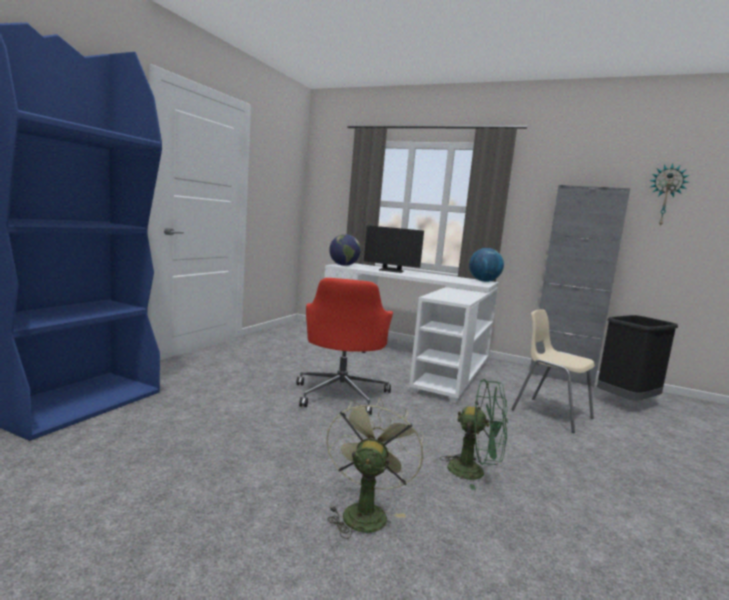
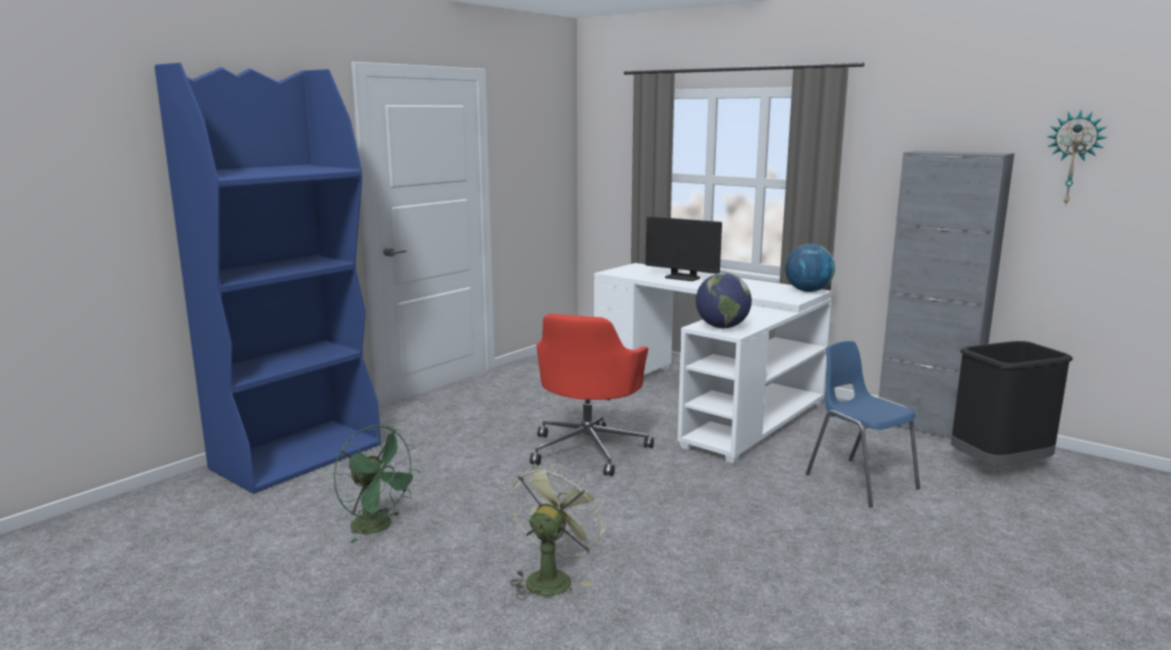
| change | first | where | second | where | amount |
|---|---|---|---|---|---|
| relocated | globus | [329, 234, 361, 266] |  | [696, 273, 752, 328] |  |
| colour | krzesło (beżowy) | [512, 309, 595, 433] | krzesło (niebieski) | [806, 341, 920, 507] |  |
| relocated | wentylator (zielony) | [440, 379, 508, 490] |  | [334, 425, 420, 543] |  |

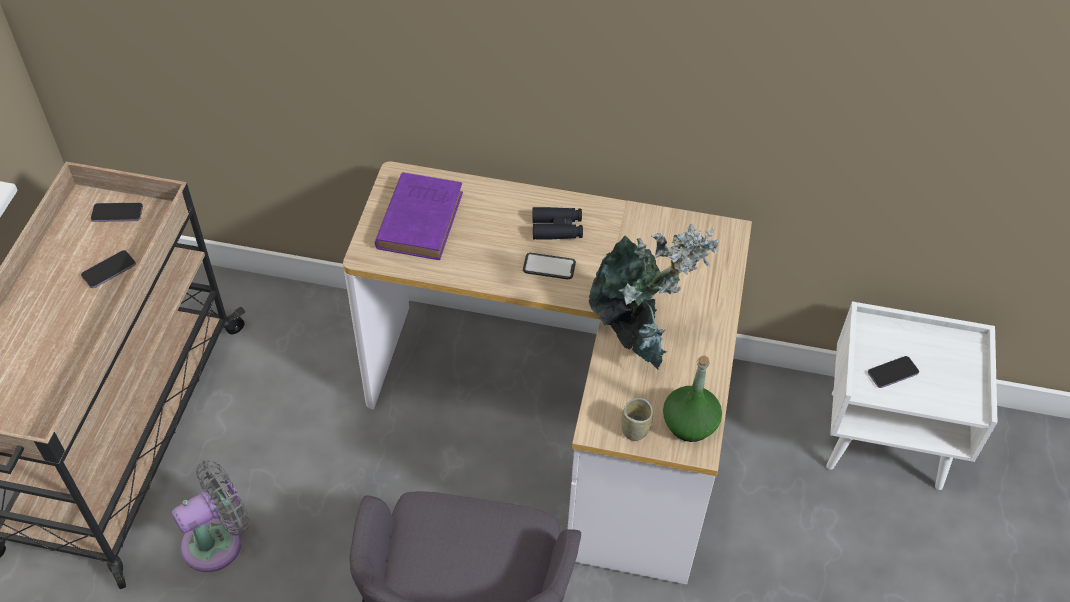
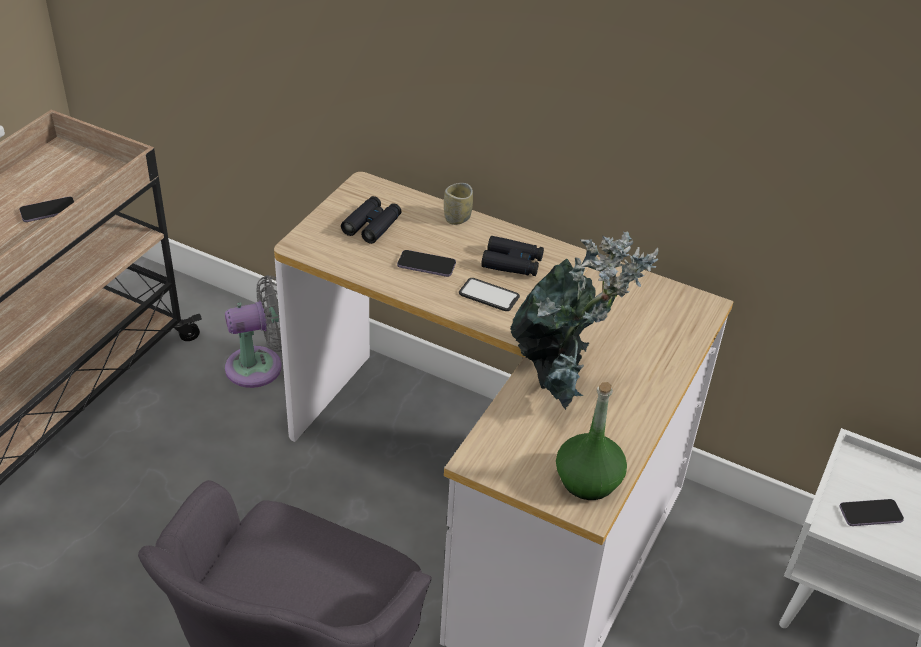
| change | first | where | second | where | amount |
|---|---|---|---|---|---|
| exchanged | książka (fioletowy) | [375, 172, 463, 260] | lornetka (czarny) | [341, 196, 401, 244] |  |
| relocated | telefon | [91, 203, 143, 222] |  | [397, 250, 456, 277] |  |
| relocated | filiżanka | [621, 398, 653, 441] |  | [444, 183, 473, 225] |  |
| relocated | wentylator (szary) | [171, 459, 250, 572] |  | [225, 275, 282, 388] |  |

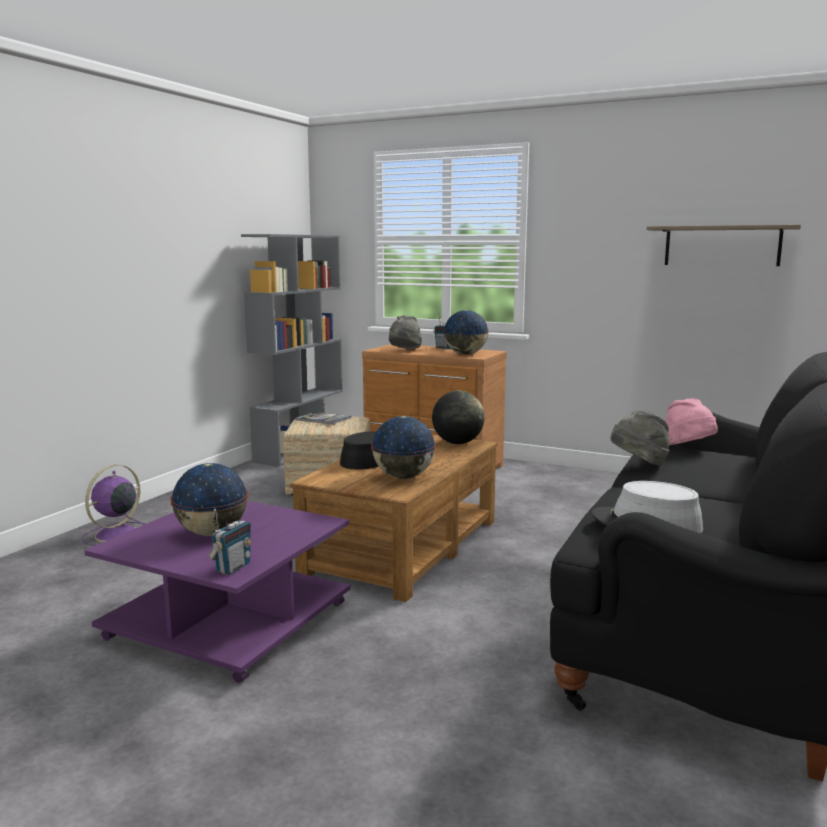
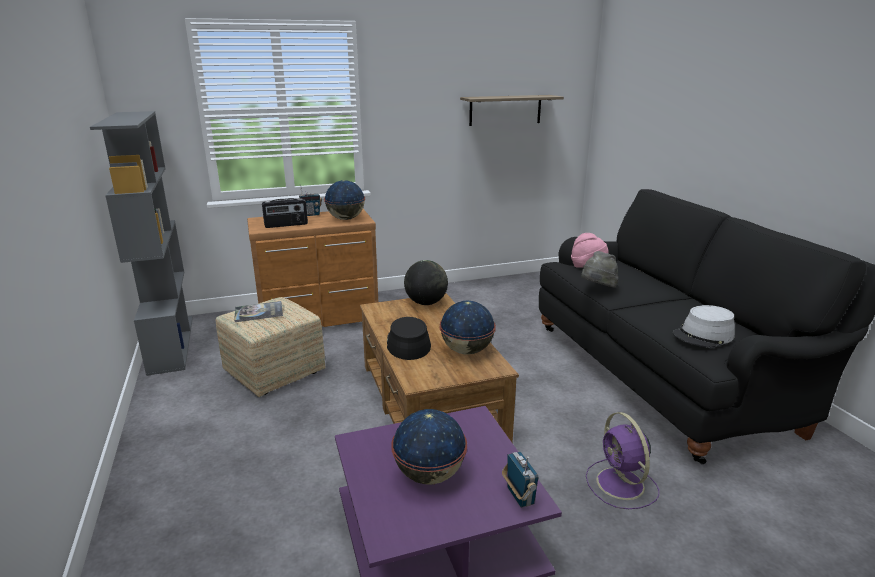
| change | first | where | second | where | amount |
|---|---|---|---|---|---|
| exchanged | kapelusz (szary) | [389, 315, 422, 349] | radio | [262, 198, 308, 228] |  |
| relocated | wentylator (fioletowy) | [82, 464, 145, 546] |  | [586, 412, 659, 509] |  |

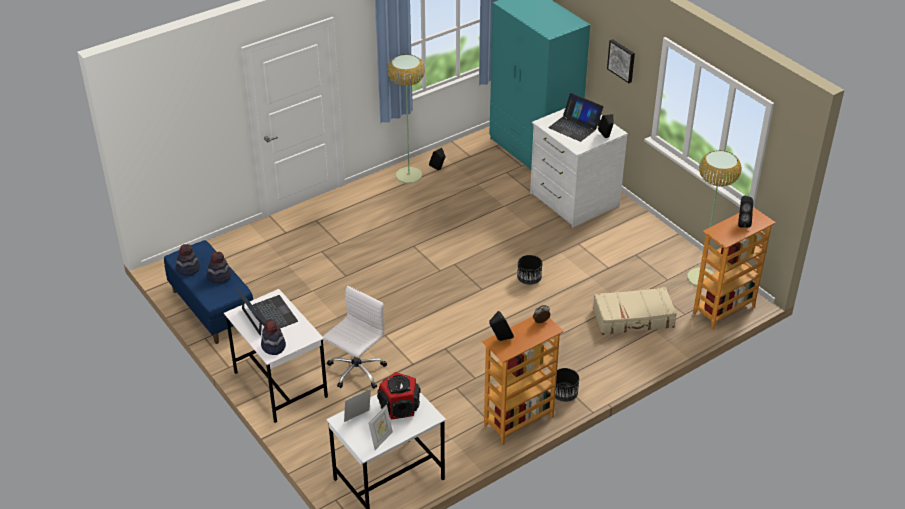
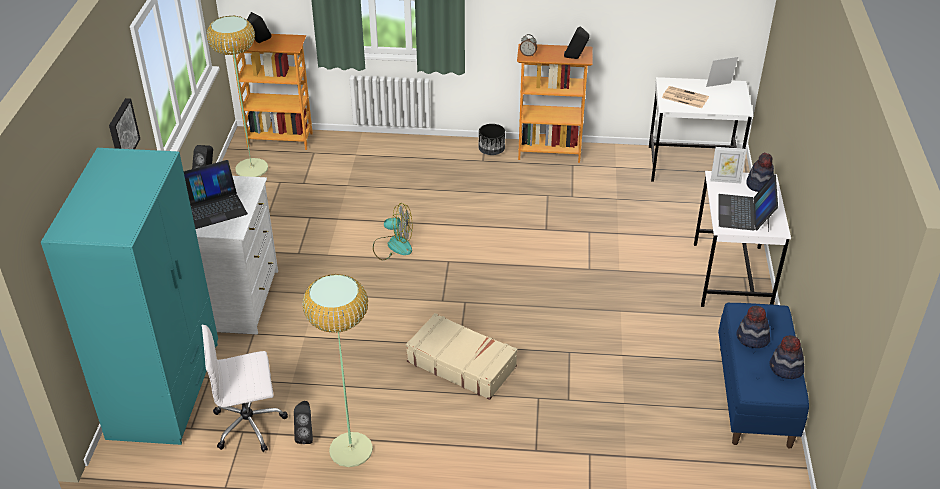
| change | first | where | second | where | amount |
|---|---|---|---|---|---|
| spun | laptop | [548, 93, 603, 142] |  | [184, 160, 248, 229] | 75 degrees clockwise |
| exchanged | donica (czarny) | [517, 255, 542, 285] | wentylator | [373, 203, 412, 260] |  |
| relocated | krzesło biurowe (biały) | [323, 286, 387, 389] |  | [202, 325, 288, 452] |  |
| relocated | walizka (beżowy) | [593, 287, 677, 335] |  | [406, 313, 518, 400] |  |
| exchanged | głośnik | [377, 372, 420, 420] | gazeta | [662, 86, 709, 108] |  |
| relocated | ramka na zdjęcie | [344, 389, 371, 422] |  | [710, 147, 747, 183] |  |

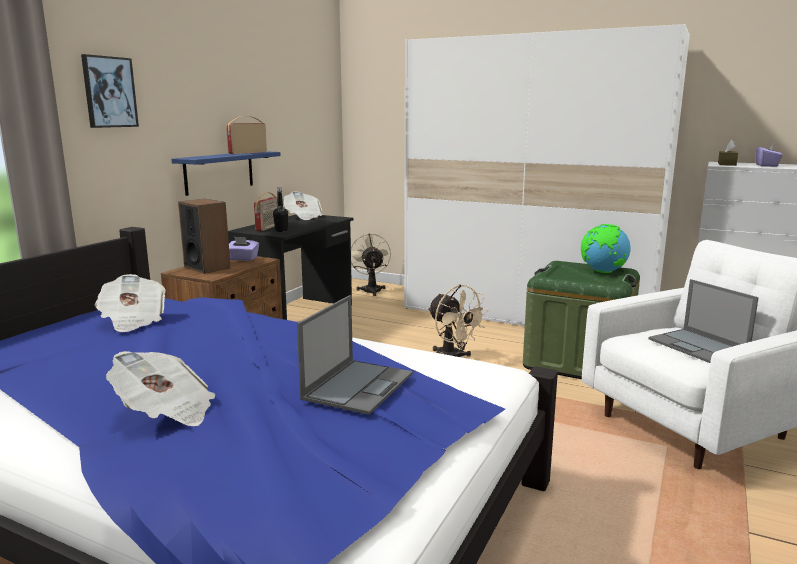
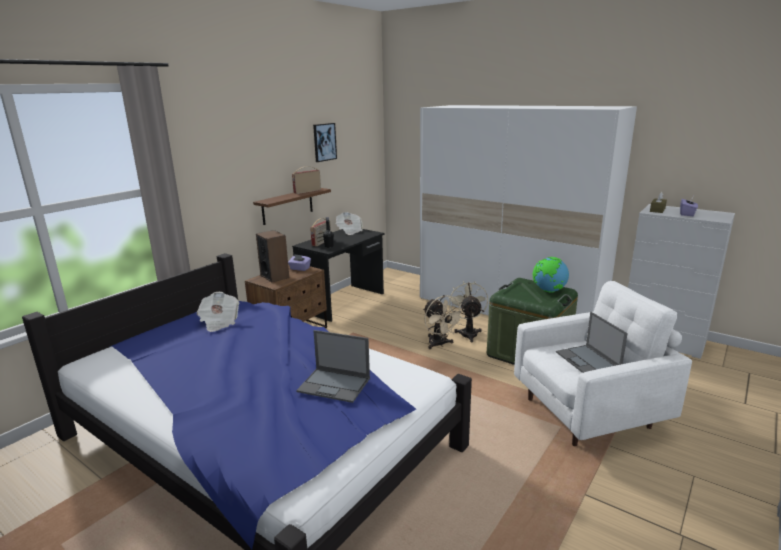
| change | first | where | second | where | amount |
|---|---|---|---|---|---|
| relocated | obraz | [81, 54, 139, 128] |  | [313, 123, 337, 162] |  |
| colour | półka (niebieski) | [171, 151, 281, 196] | półka (brązowy) | [253, 188, 331, 225] |  |
| relocated | wentylator (beżowy) | [351, 233, 391, 296] |  | [448, 281, 488, 342] |  |
| spun | laptop | [297, 295, 413, 415] |  | [296, 330, 370, 403] | 75 degrees clockwise |
| missing | gazeta | [106, 351, 215, 426] |  |  |  |

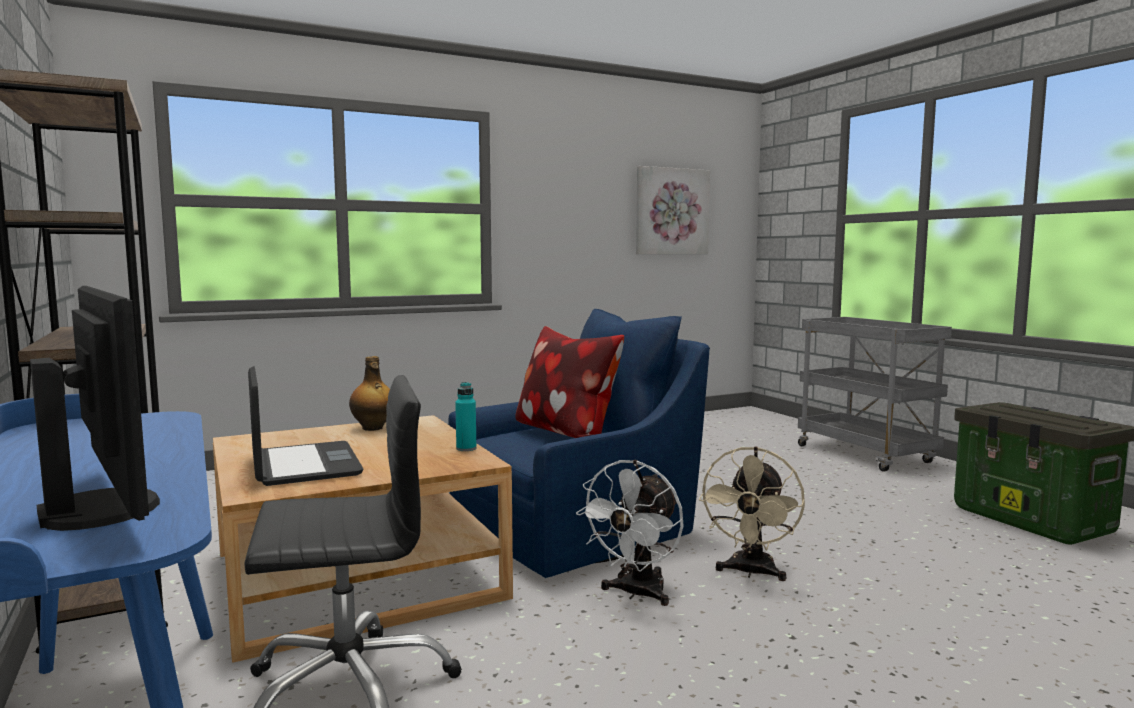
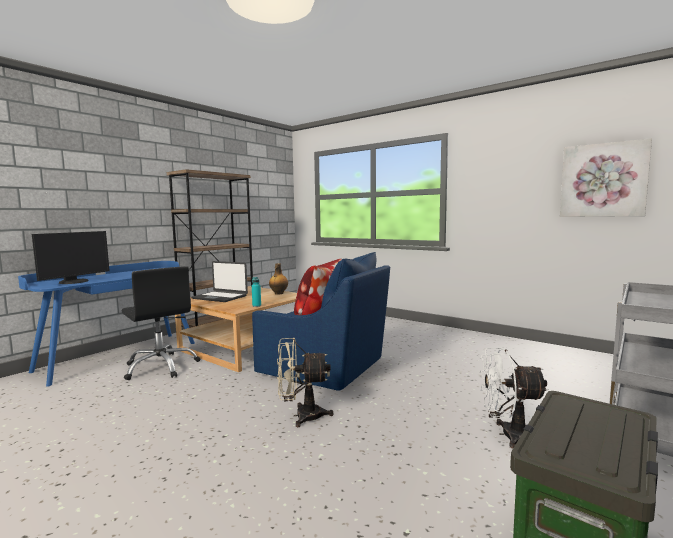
| change | first | where | second | where | amount |
|---|---|---|---|---|---|
| spun | laptop | [248, 366, 363, 486] |  | [191, 261, 248, 302] | 75 degrees clockwise |
| relocated | wentylator (biały) | [576, 460, 683, 606] |  | [479, 348, 549, 449] |  |

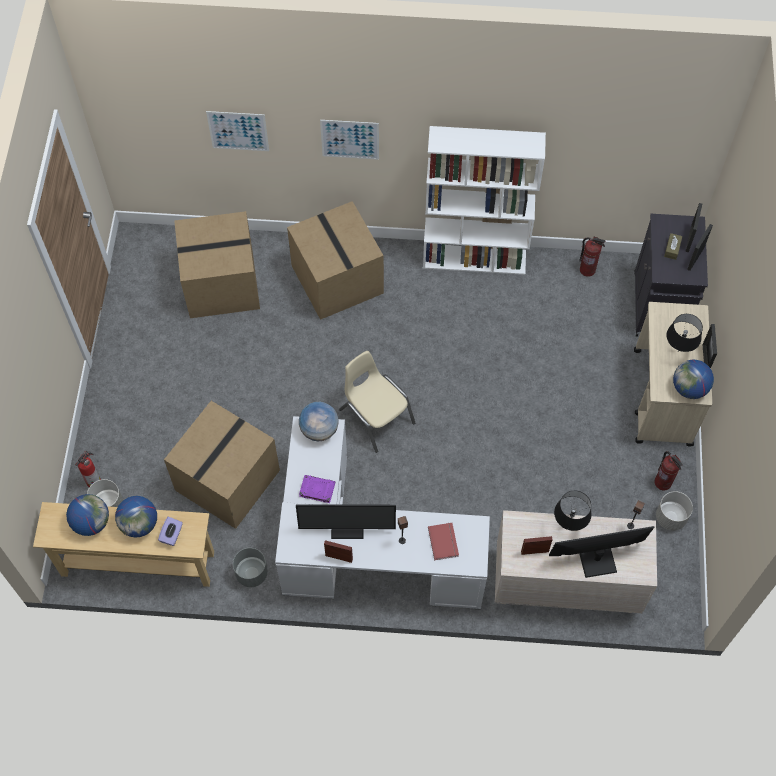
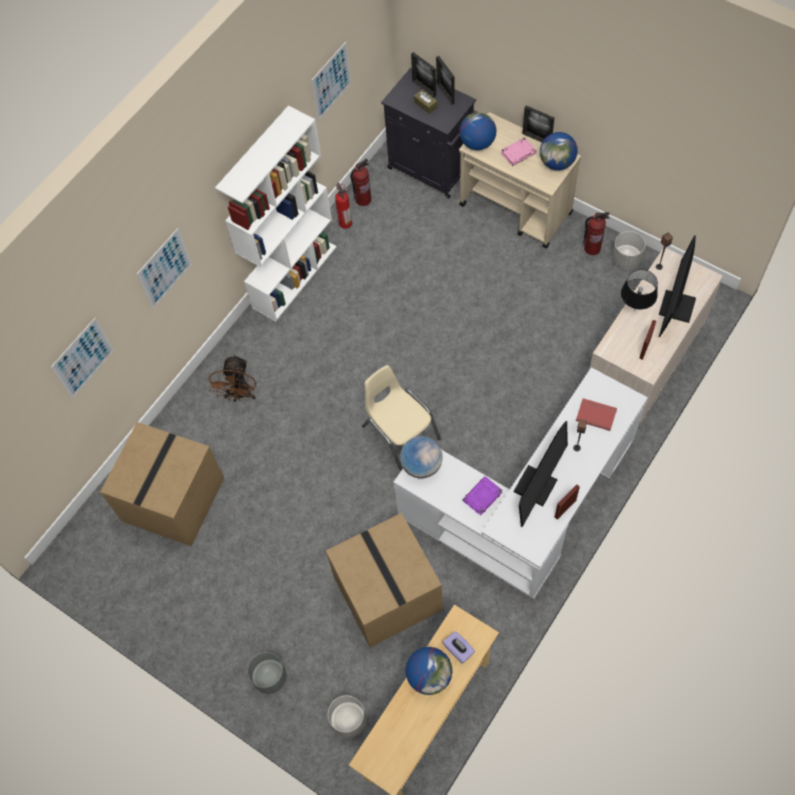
| change | first | where | second | where | amount |
|---|---|---|---|---|---|
| exchanged | karton | [287, 201, 384, 320] | wentylator (brązowy) | [209, 354, 256, 402] |  |
| exchanged | lampa stołowa (czarny) | [666, 314, 703, 352] | książka (różowy) | [501, 137, 536, 166] |  |
| spun | krzesło (beżowy) | [339, 351, 415, 453] |  | [362, 365, 441, 470] | 60 degrees clockwise |
| relocated | gaśnica | [75, 450, 101, 487] |  | [335, 183, 352, 229] |  |
| relocated | globus | [66, 494, 109, 536] |  | [459, 112, 496, 150] |  |
| relocated | donica (szary) | [233, 548, 268, 587] |  | [247, 652, 287, 694] |  |
| appeared |  |  | obraz | [311, 42, 351, 121] |  |

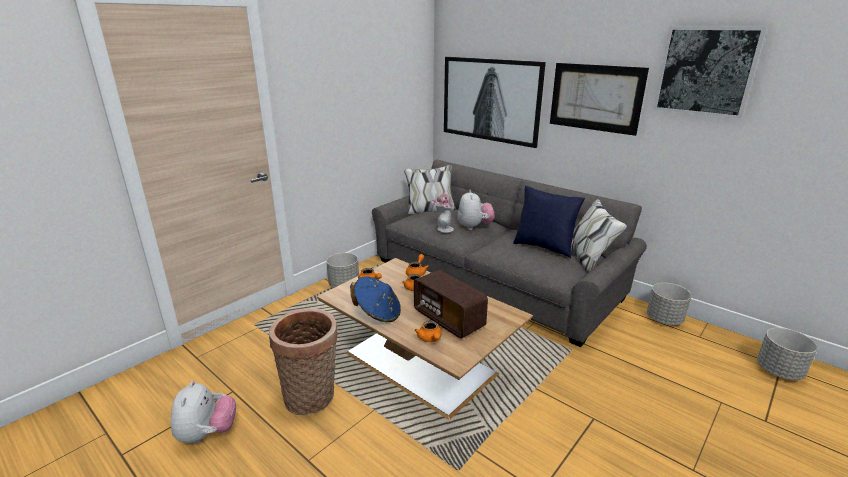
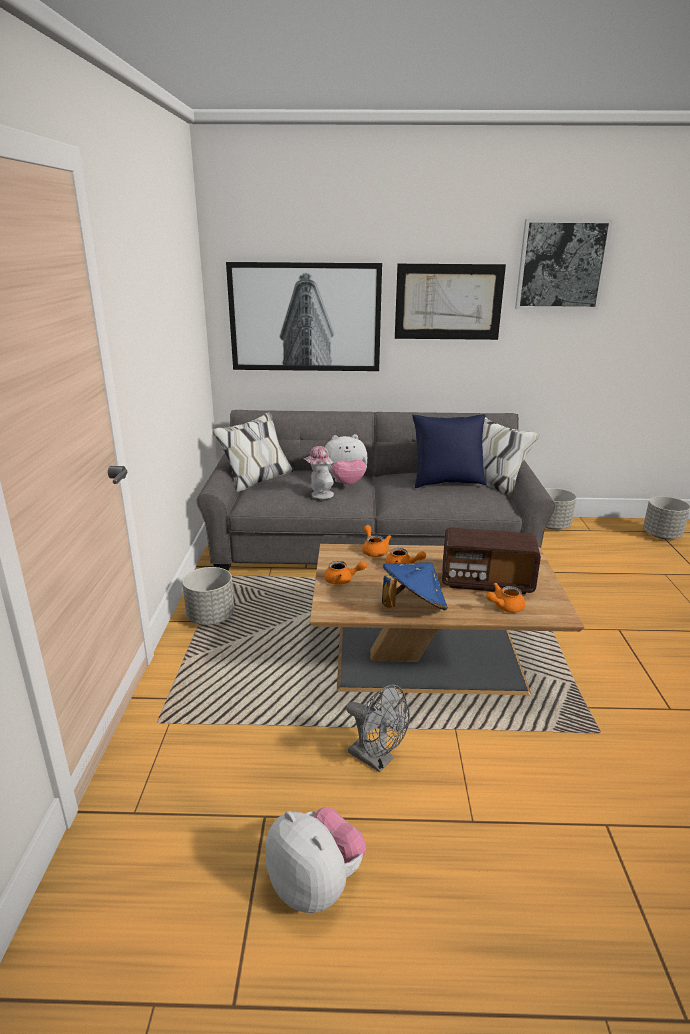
| change | first | where | second | where | amount |
|---|---|---|---|---|---|
| spun | pluszak | [458, 190, 495, 230] |  | [325, 434, 367, 485] | 120 degrees clockwise |
| exchanged | koszyk | [269, 309, 338, 415] | wentylator (szary) | [346, 684, 410, 772] |  |
| spun | imbryk (pomarańczowy) | [414, 321, 442, 342] |  | [486, 582, 525, 613] | 120 degrees clockwise |

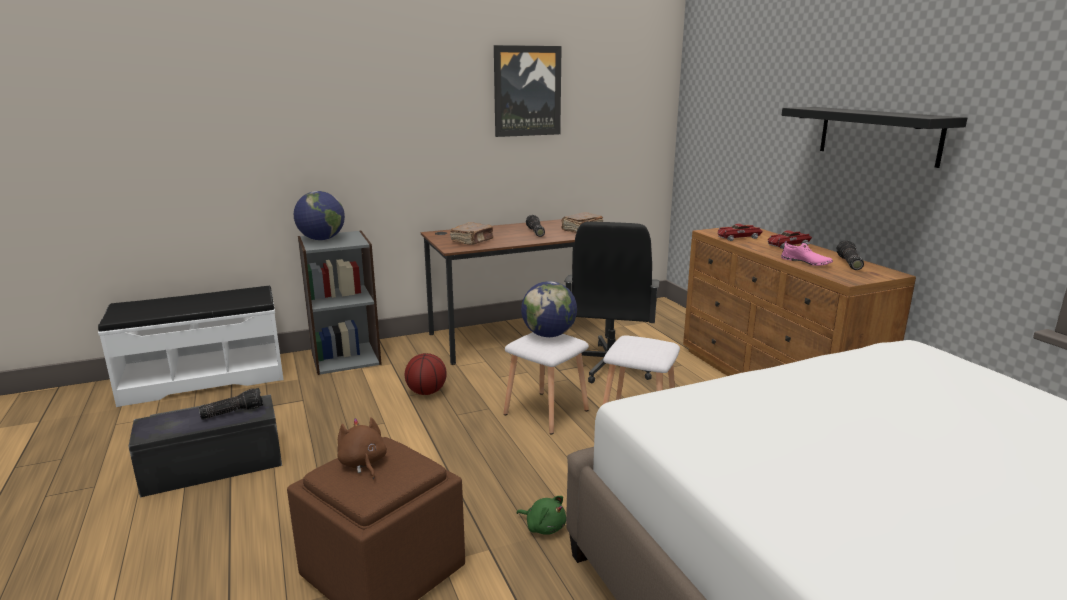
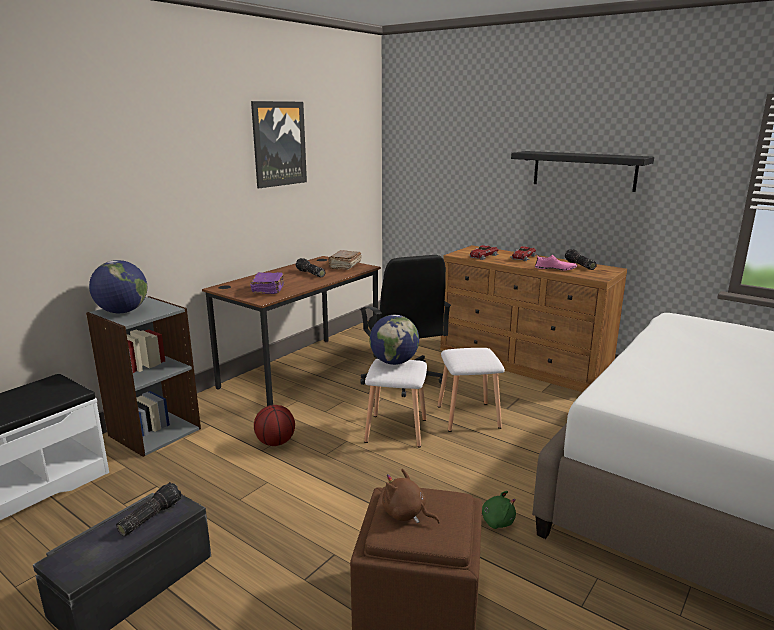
| change | first | where | second | where | amount |
|---|---|---|---|---|---|
| colour | książka (brązowy) | [450, 222, 493, 245] | książka (fioletowy) | [250, 272, 285, 294] |  |

